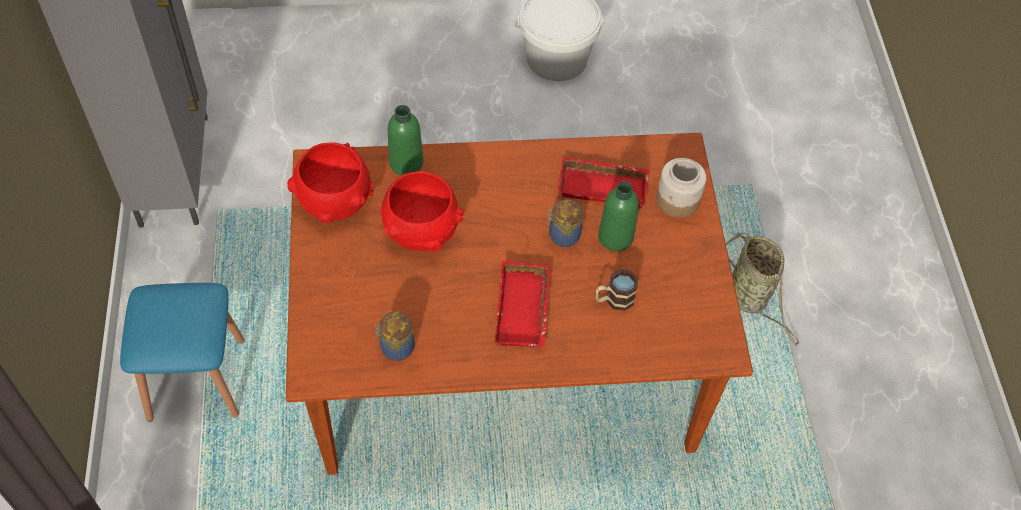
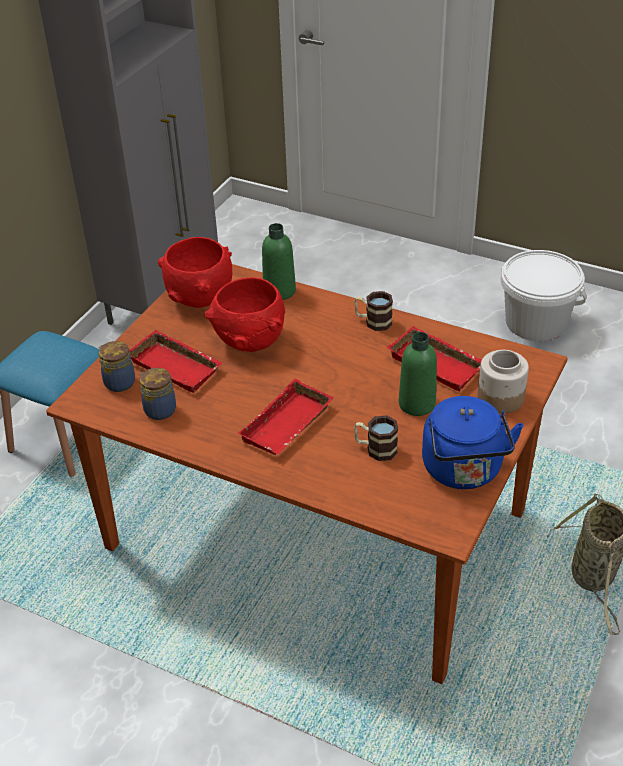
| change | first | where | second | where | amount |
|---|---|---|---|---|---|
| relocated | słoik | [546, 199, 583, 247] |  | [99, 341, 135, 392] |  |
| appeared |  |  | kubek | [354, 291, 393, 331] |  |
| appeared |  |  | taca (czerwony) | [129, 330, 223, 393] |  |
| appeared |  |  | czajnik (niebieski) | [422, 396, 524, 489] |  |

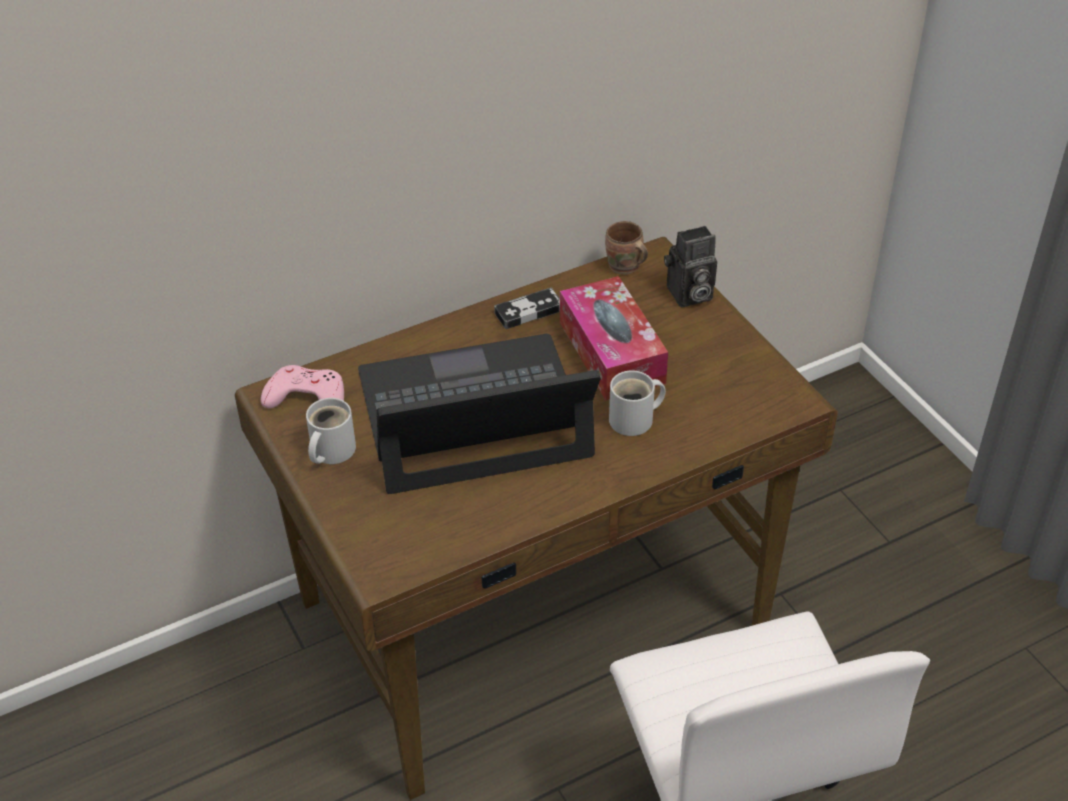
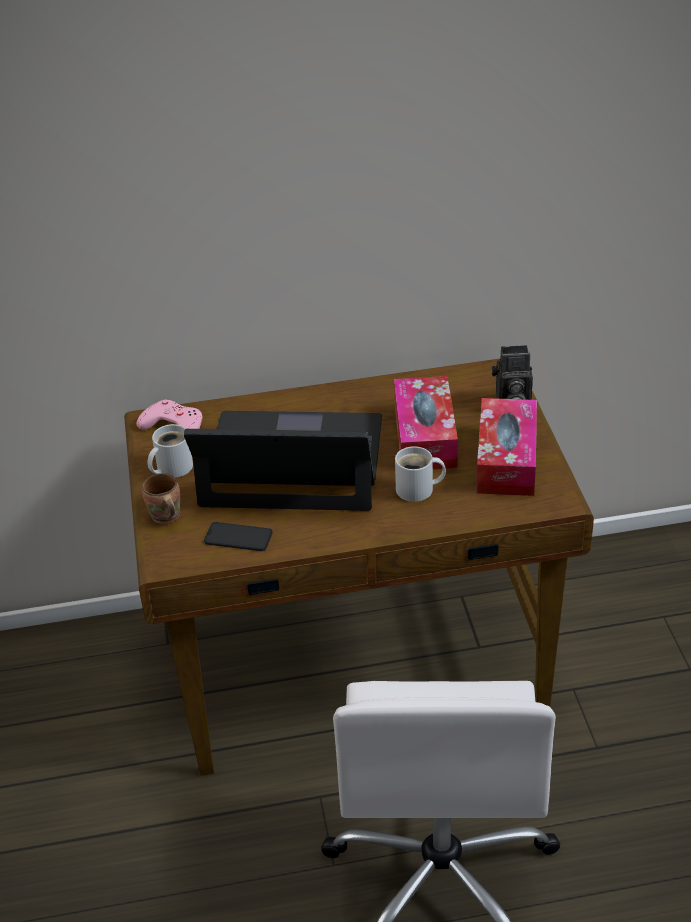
| change | first | where | second | where | amount |
|---|---|---|---|---|---|
| relocated | kubek (brązowy) | [605, 221, 648, 275] |  | [142, 473, 180, 524] |  |
| missing | pad do gier | [494, 288, 560, 329] |  |  |  |
| appeared |  |  | pudełko chusteczek | [477, 398, 537, 496] |  |
| appeared |  |  | telefon | [204, 522, 273, 551] |  |

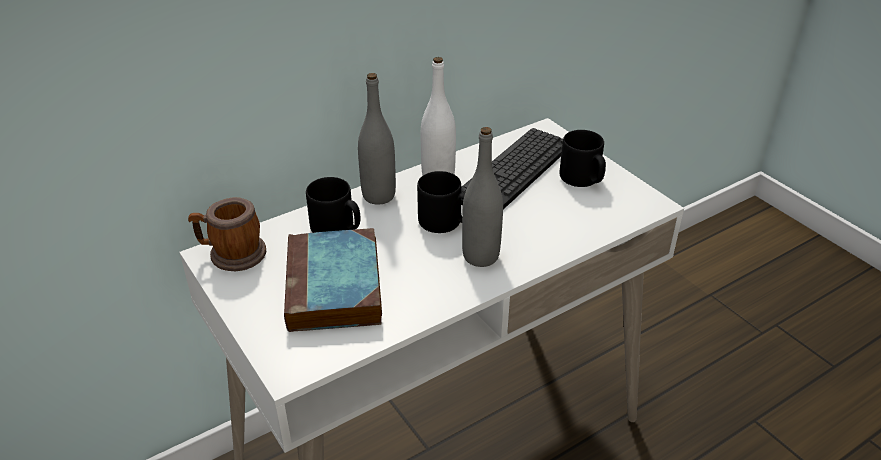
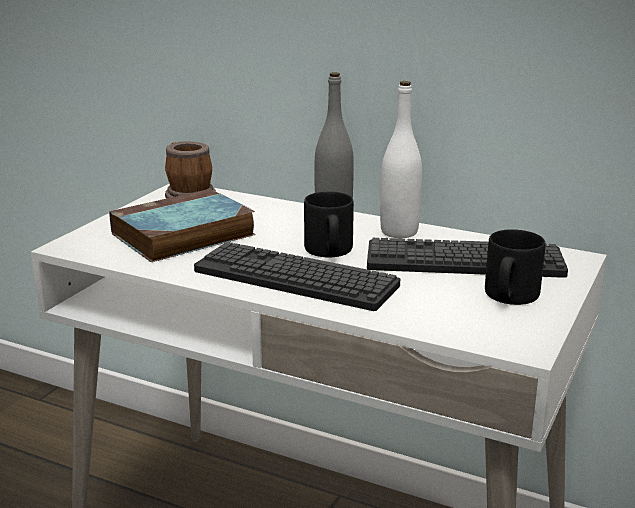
| change | first | where | second | where | amount |
|---|---|---|---|---|---|
| exchanged | butelka (szary) | [462, 127, 503, 267] | klawiatura | [194, 242, 400, 311] |  |
| missing | kubek (czarny) | [306, 177, 360, 233] |  |  |  |

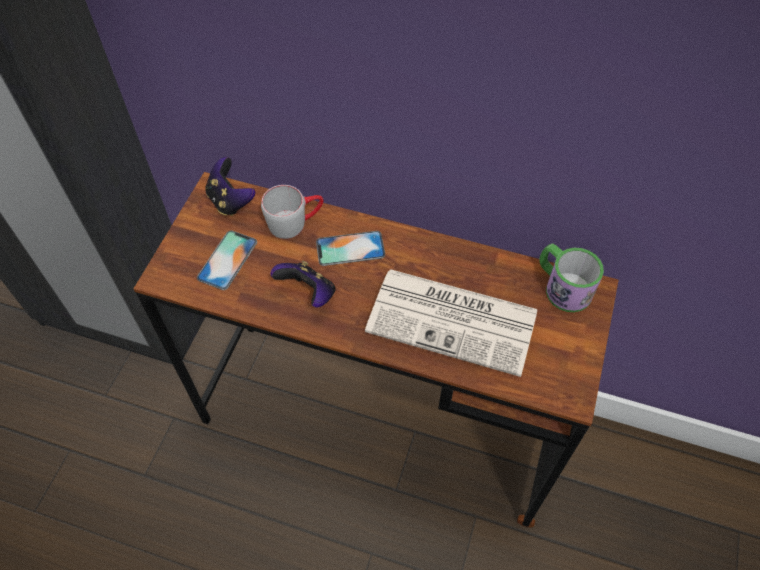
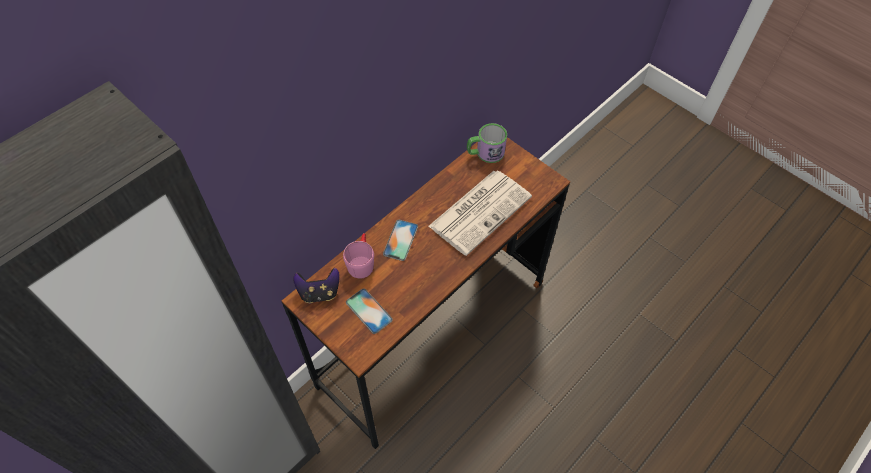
| change | first | where | second | where | amount |
|---|---|---|---|---|---|
| colour | kubek (szary) | [261, 185, 323, 239] | kubek (różowy) | [343, 233, 374, 279] |  |
| missing | pad do gier | [271, 261, 335, 308] |  |  |  |

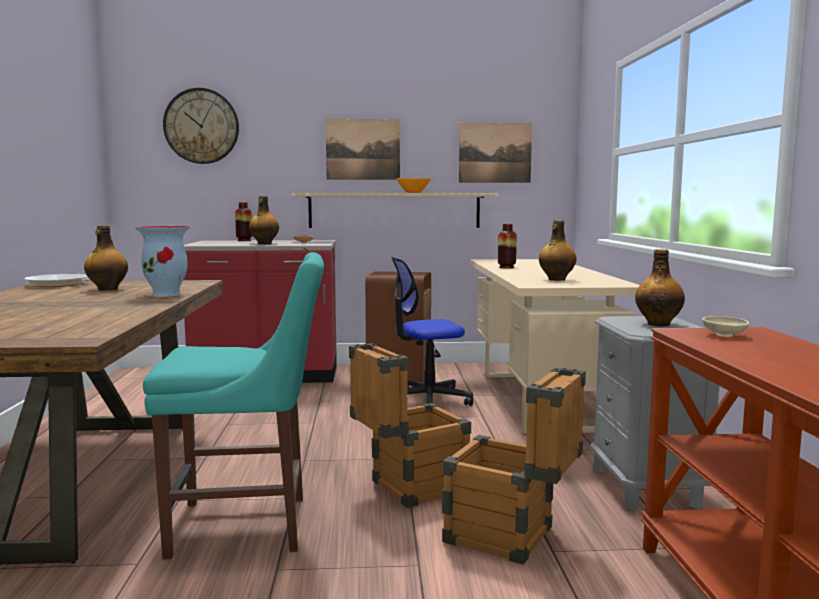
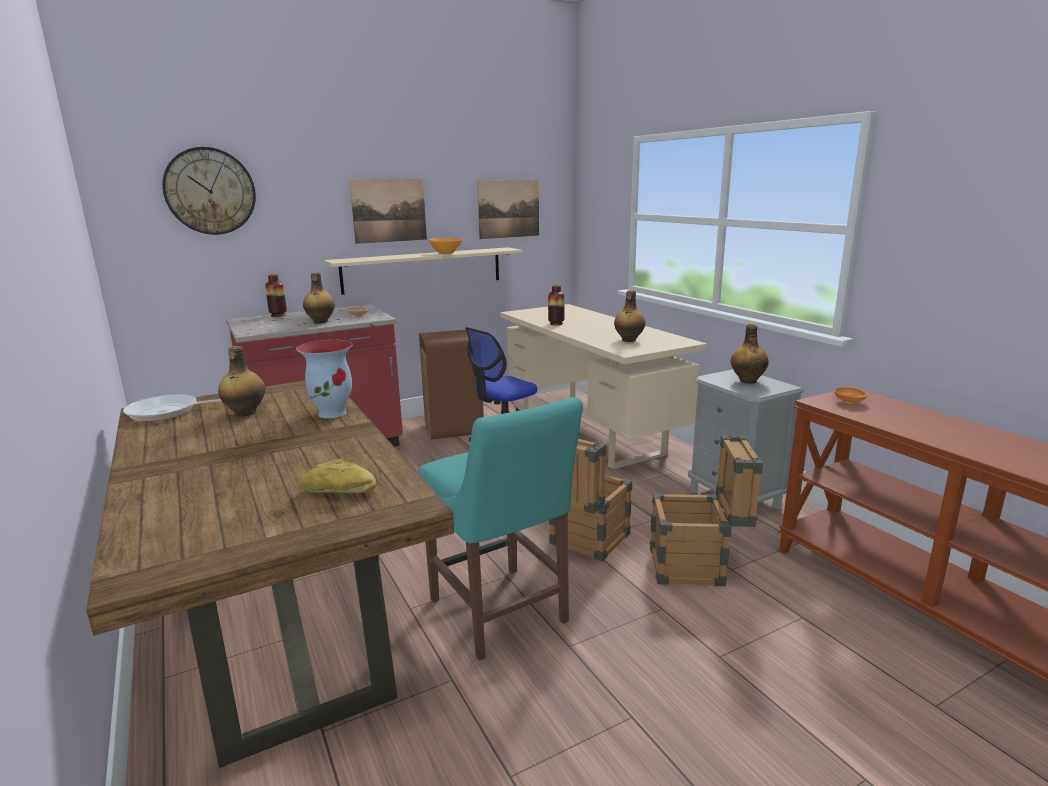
| change | first | where | second | where | amount |
|---|---|---|---|---|---|
| spun | krzesło (turkusowy) | [143, 252, 324, 559] |  | [417, 397, 583, 660] | 90 degrees clockwise |
| colour | miska (beżowy) | [703, 316, 749, 337] | miska (pomarańczowy) | [834, 387, 867, 404] |  |
| appeared |  |  | chleb | [300, 459, 376, 493] |  |

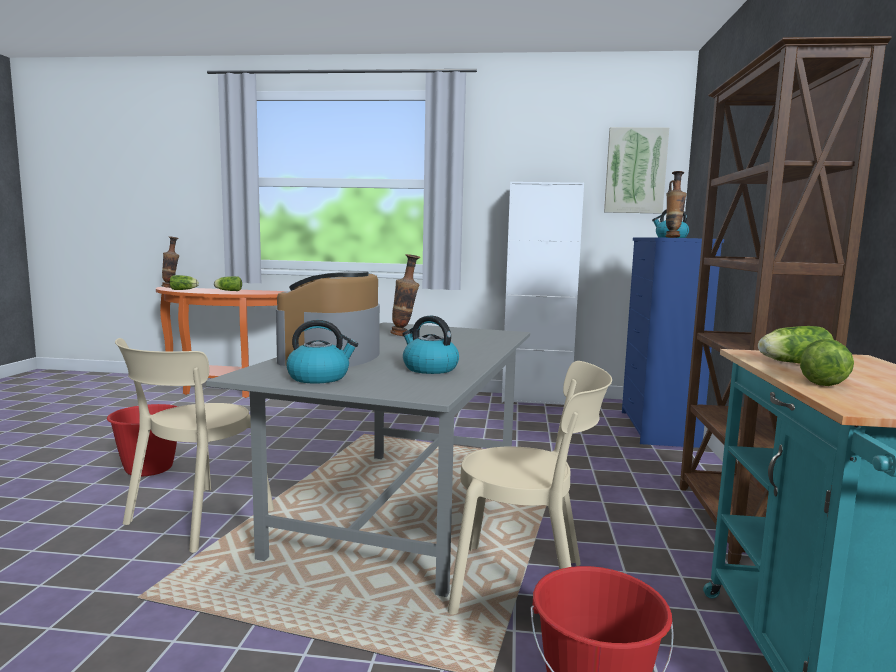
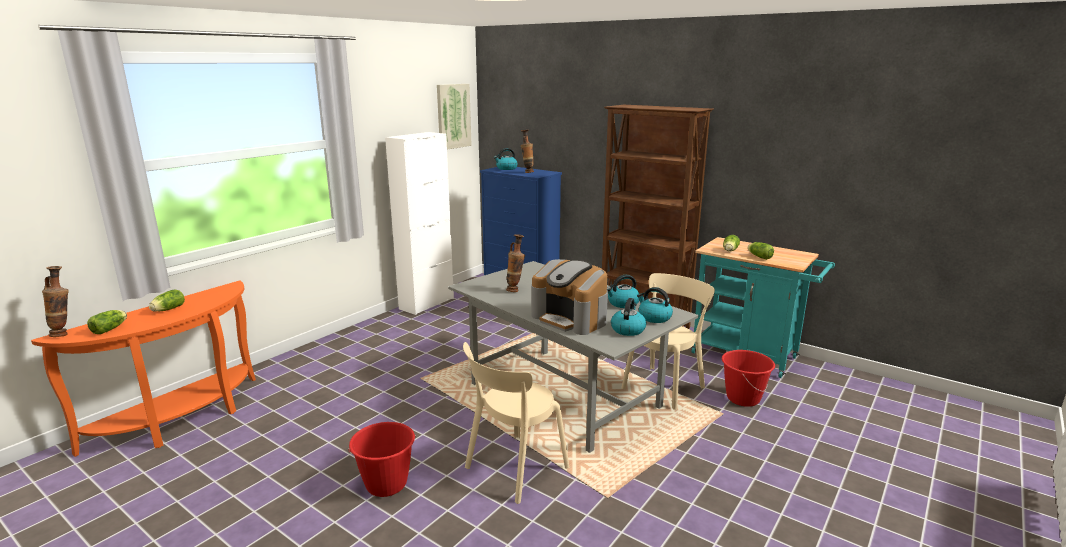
| change | first | where | second | where | amount |
|---|---|---|---|---|---|
| spun | krzesło (beżowy) | [115, 338, 274, 553] |  | [463, 342, 569, 504] | 75 degrees clockwise |
| appeared |  |  | czajnik | [637, 287, 673, 323] |  |

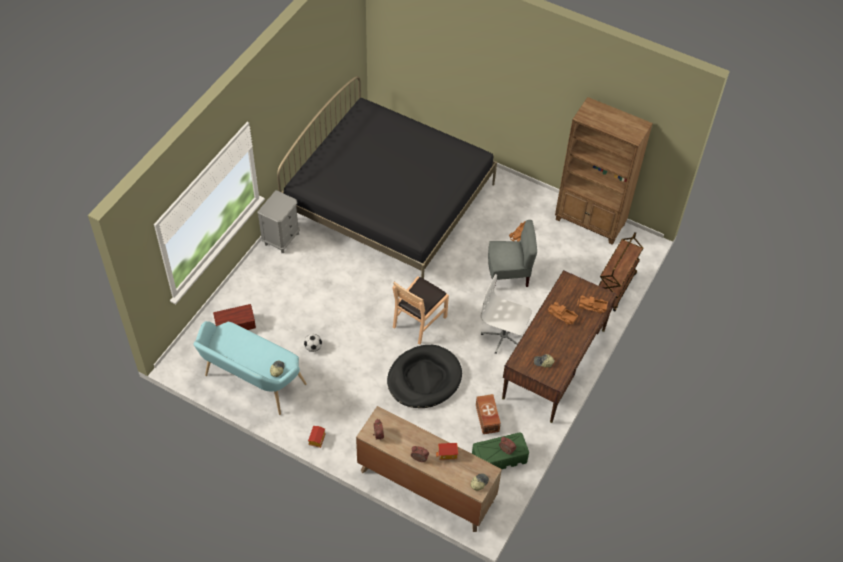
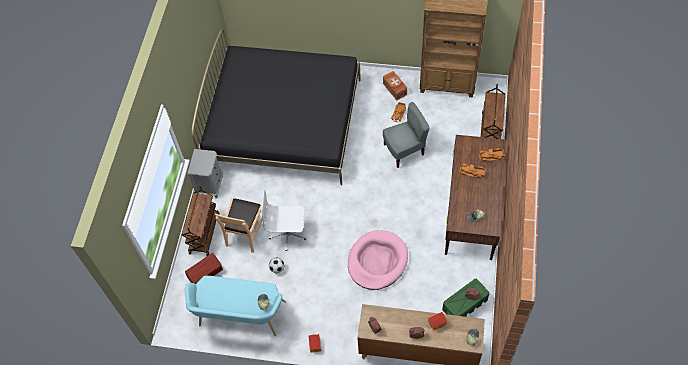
| change | first | where | second | where | amount |
|---|---|---|---|---|---|
| relocated | krzesło biurowe (biały) | [481, 274, 532, 354] |  | [261, 190, 306, 251] |  |
| relocated | krzesło (brązowy) | [393, 276, 449, 345] |  | [215, 198, 262, 253] |  |
| colour | legowisko (czarny) | [387, 345, 462, 408] | legowisko (różowy) | [348, 230, 408, 290] |  |
| relocated | pojemnik do przechowywania (brązowy) | [476, 394, 501, 434] |  | [383, 71, 407, 101] |  |
| appeared |  |  | wózek (brązowy) | [181, 186, 219, 256] |  |

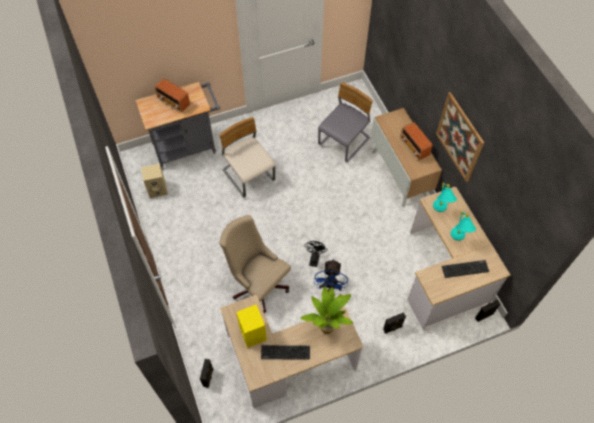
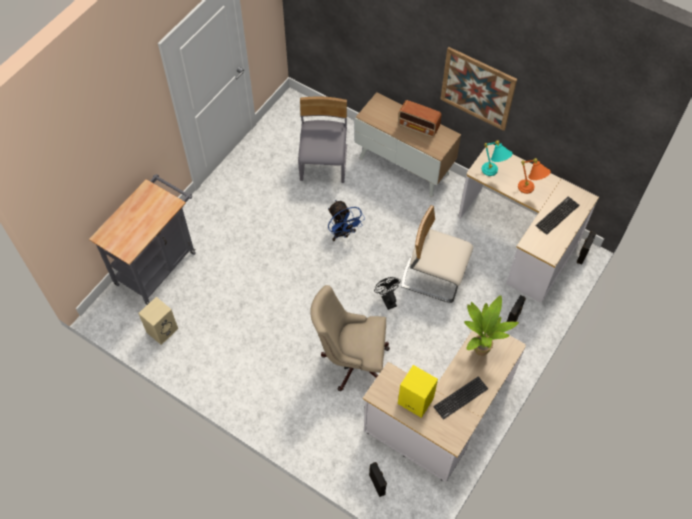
| change | first | where | second | where | amount |
|---|---|---|---|---|---|
| missing | radio | [154, 78, 190, 113] |  |  |  |
| relocated | krzesło (beżowy) | [219, 117, 275, 197] |  | [401, 205, 473, 303] |  |
| colour | lampa stołowa (turkusowy) | [451, 211, 476, 241] | lampa stołowa (pomarańczowy) | [518, 158, 551, 194] |  |
| relocated | wentylator (niebieski) | [314, 259, 348, 293] |  | [328, 200, 365, 241] |  |

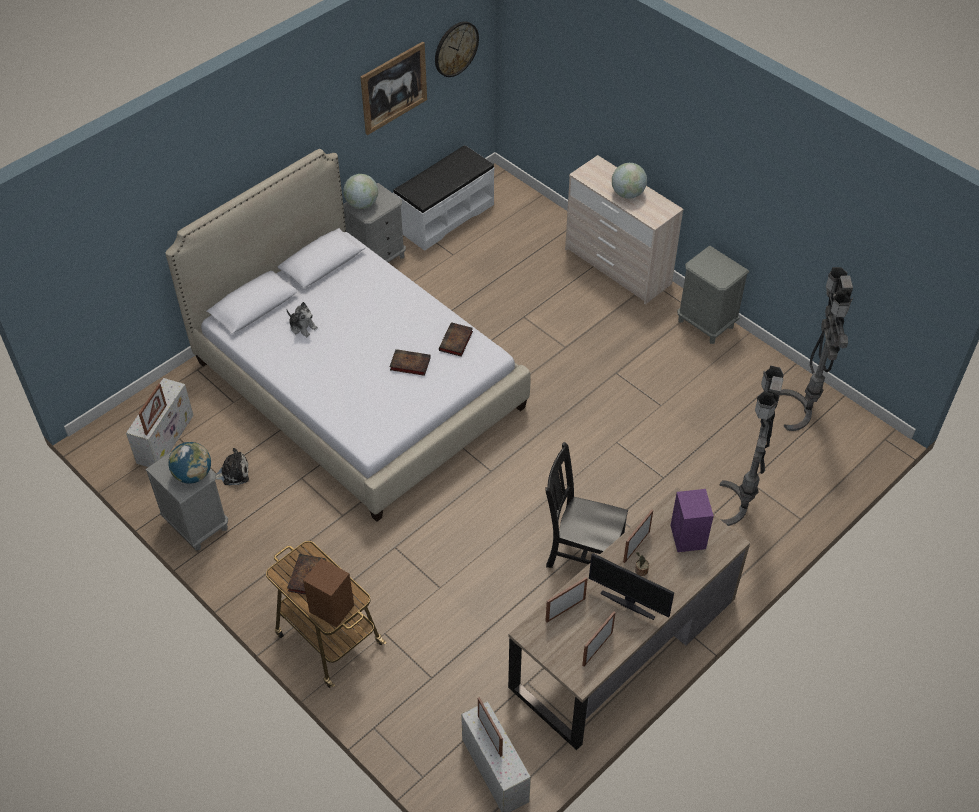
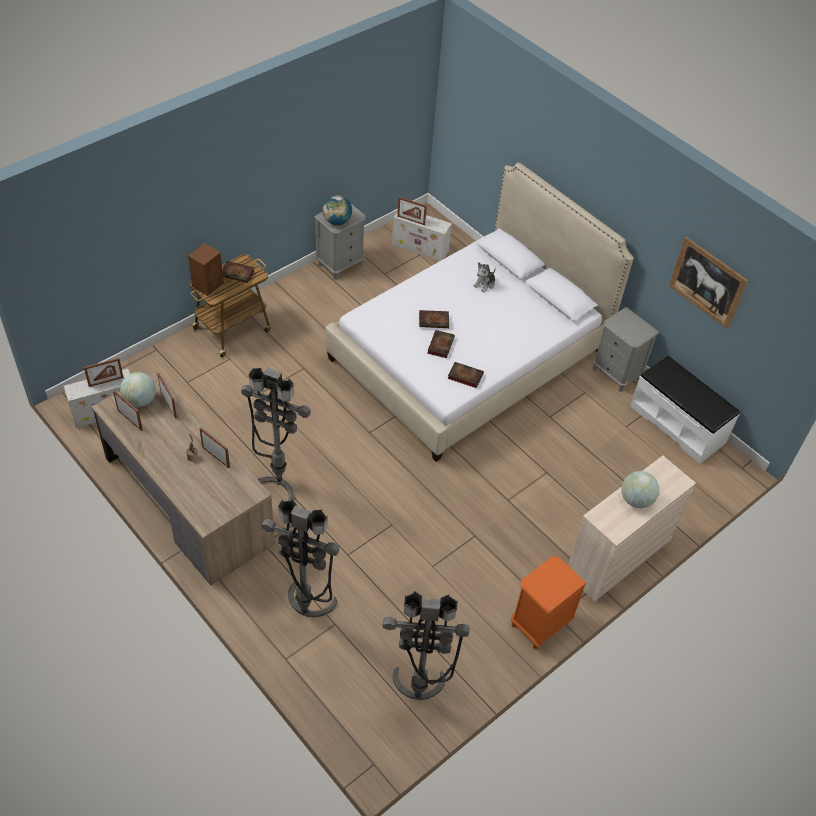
| change | first | where | second | where | amount |
|---|---|---|---|---|---|
| missing | zegar ścienny | [435, 21, 479, 77] |  |  |  |
| relocated | globus | [344, 174, 378, 209] |  | [120, 372, 156, 407] |  |
| colour | szafka nocna (szary) | [677, 246, 749, 344] | szafka nocna (pomarańczowy) | [511, 557, 587, 649] |  |
| exchanged | krzesło (czarny) | [545, 442, 628, 568] | lampa stojąca (szary) | [241, 368, 311, 501] |  |
| missing | pluszak | [215, 448, 249, 485] |  |  |  |
| missing | głośnik (fioletowy) | [670, 489, 714, 552] |  |  |  |
| missing | monitor | [589, 553, 674, 620] |  |  |  |
| appeared |  |  | książka | [419, 310, 449, 328] |  |

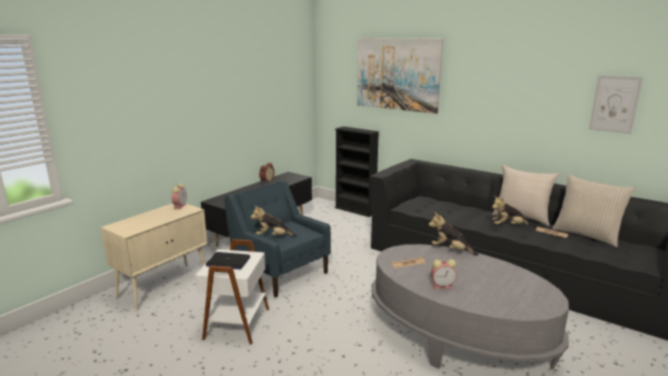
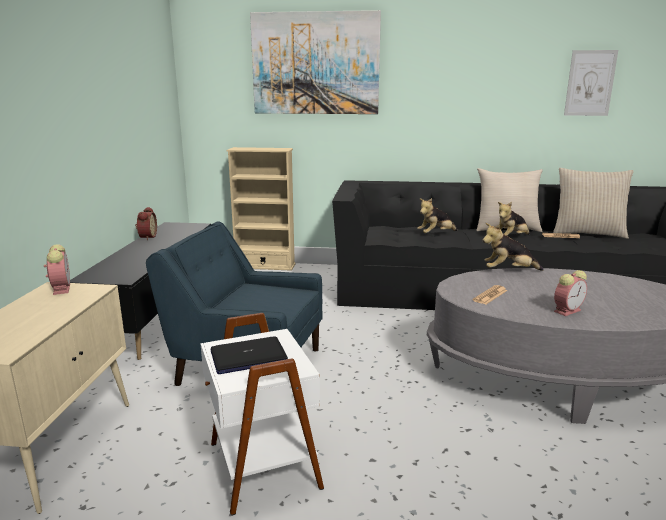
| change | first | where | second | where | amount |
|---|---|---|---|---|---|
| colour | regał (czarny) | [335, 126, 379, 217] | regał (beżowy) | [226, 147, 296, 271] |  |
| relocated | pluszak | [251, 205, 297, 237] |  | [417, 198, 457, 233] |  |

